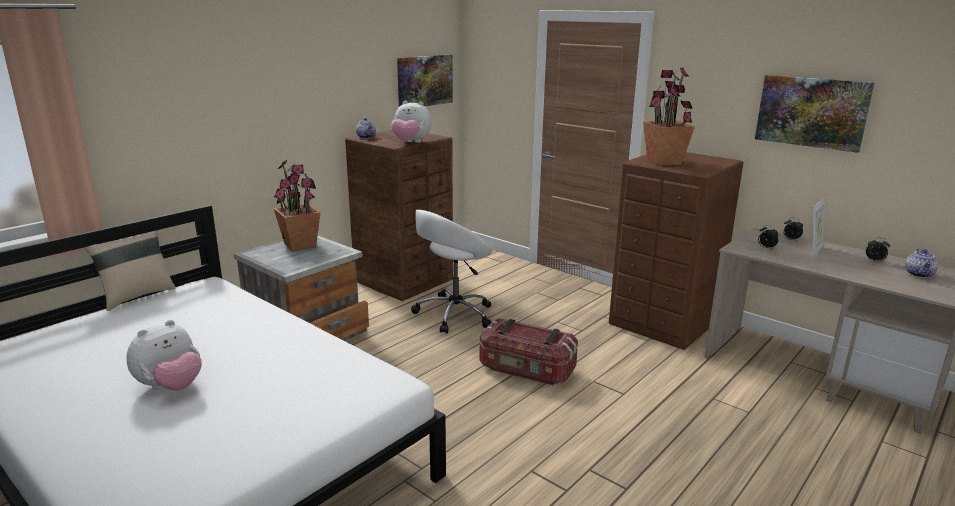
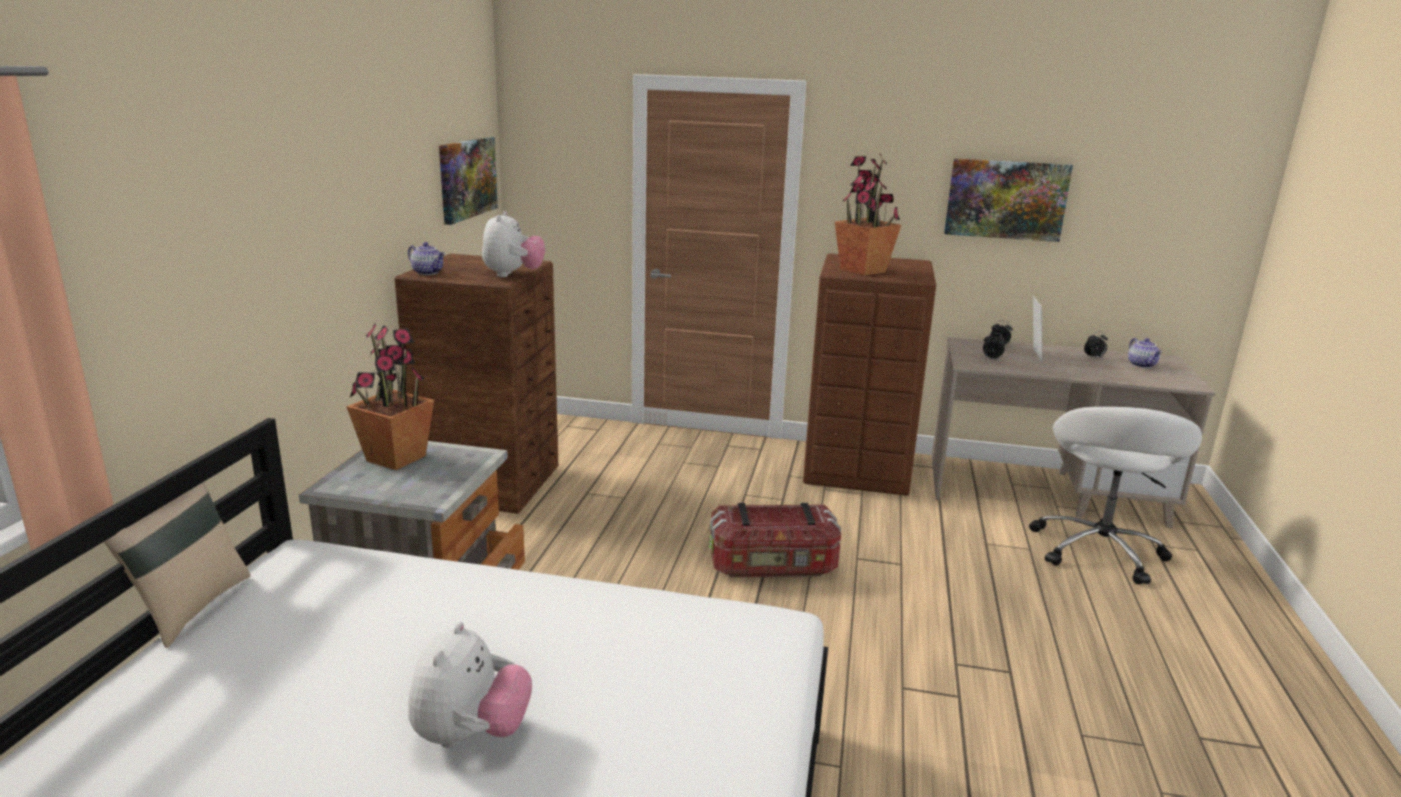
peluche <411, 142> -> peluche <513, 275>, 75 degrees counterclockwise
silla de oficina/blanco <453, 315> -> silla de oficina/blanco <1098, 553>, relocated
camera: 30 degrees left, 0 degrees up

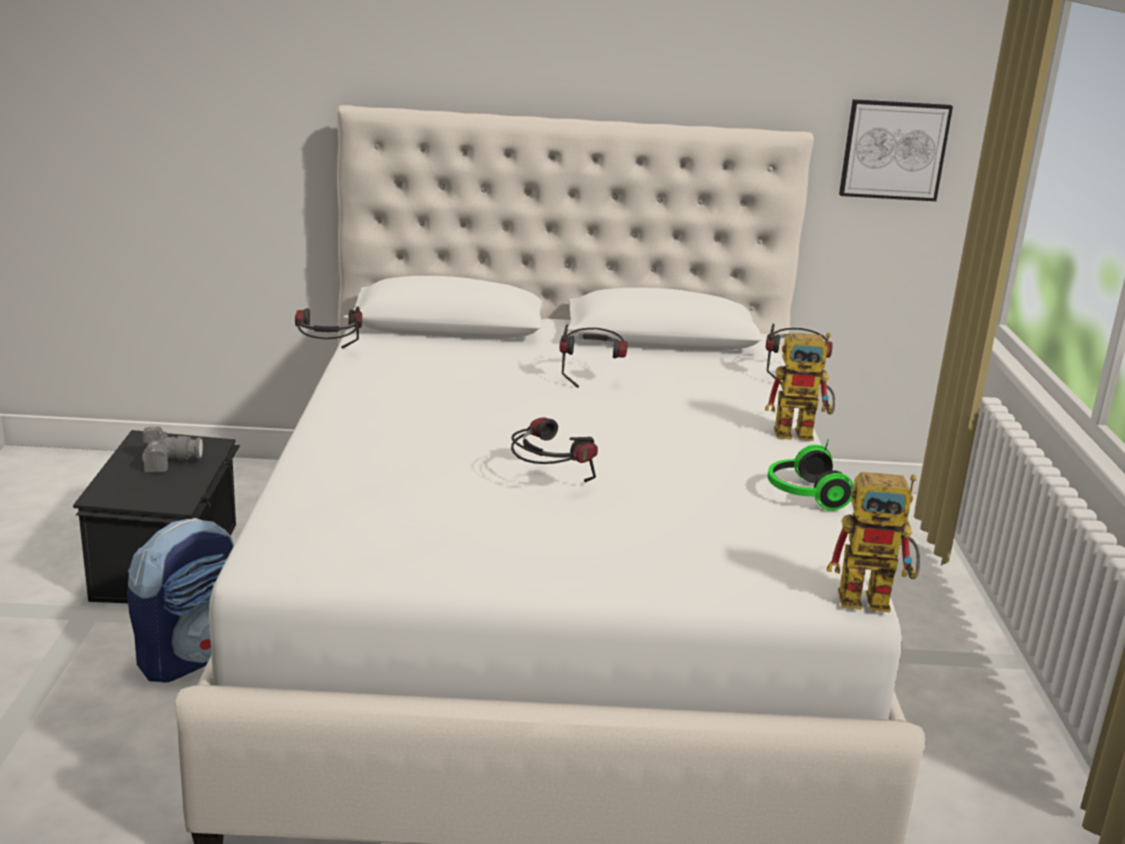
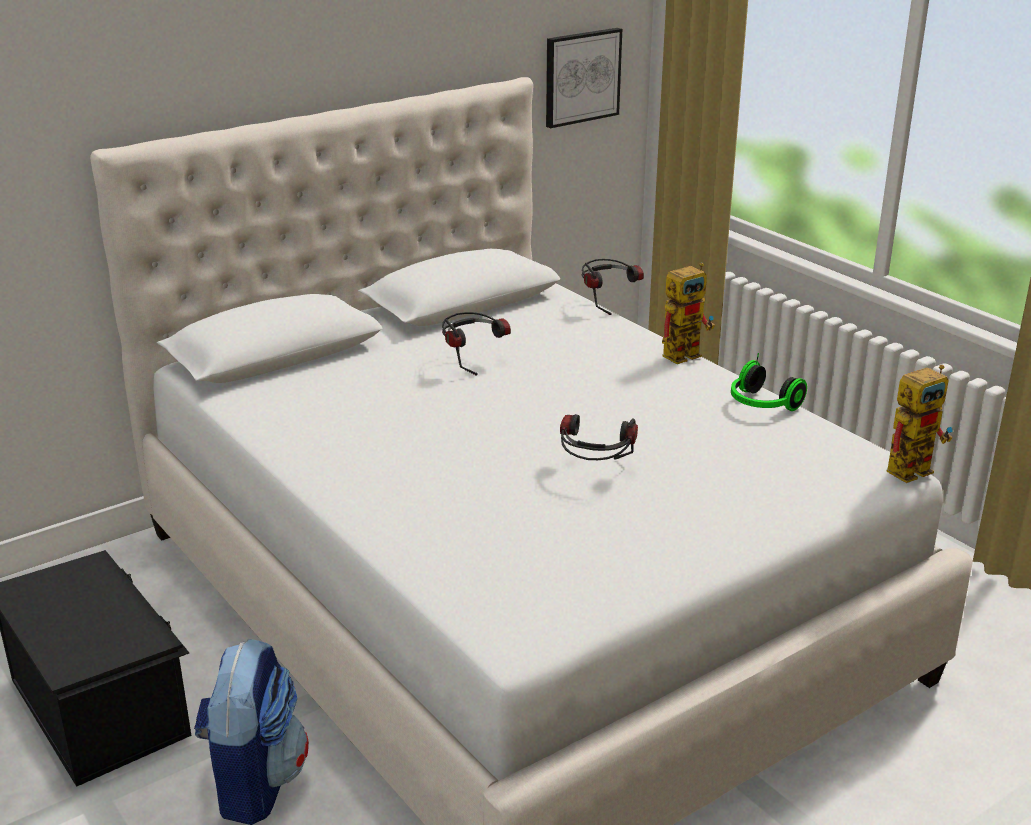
cámara <169, 461> -> none
auriculares <328, 358> -> none
camera: 35 degrees left, 5 degrees up

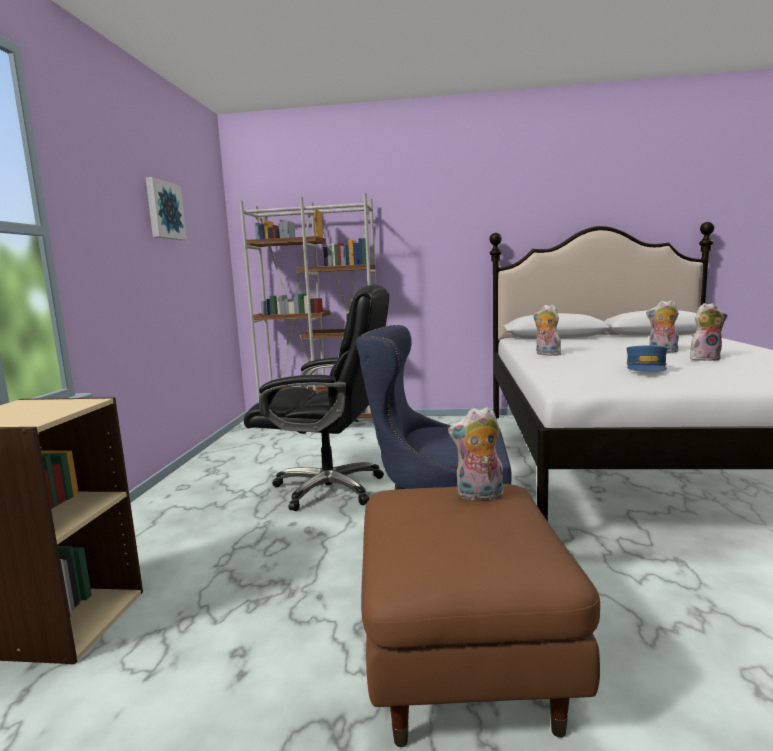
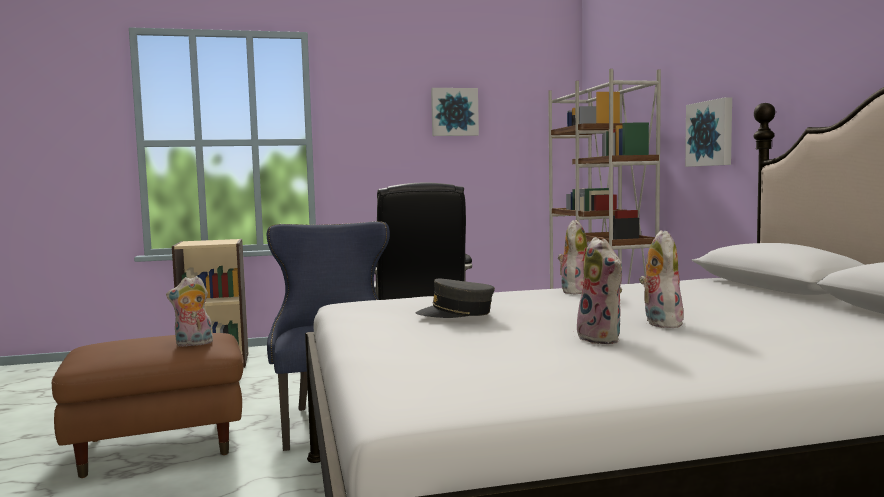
peluche <479, 496> -> peluche <193, 344>, 90 degrees counterclockwise
gorra/azul <646, 368> -> gorra/gris <456, 313>
none -> cuadro <711, 133>
camera: 70 degrees right, 5 degrees down

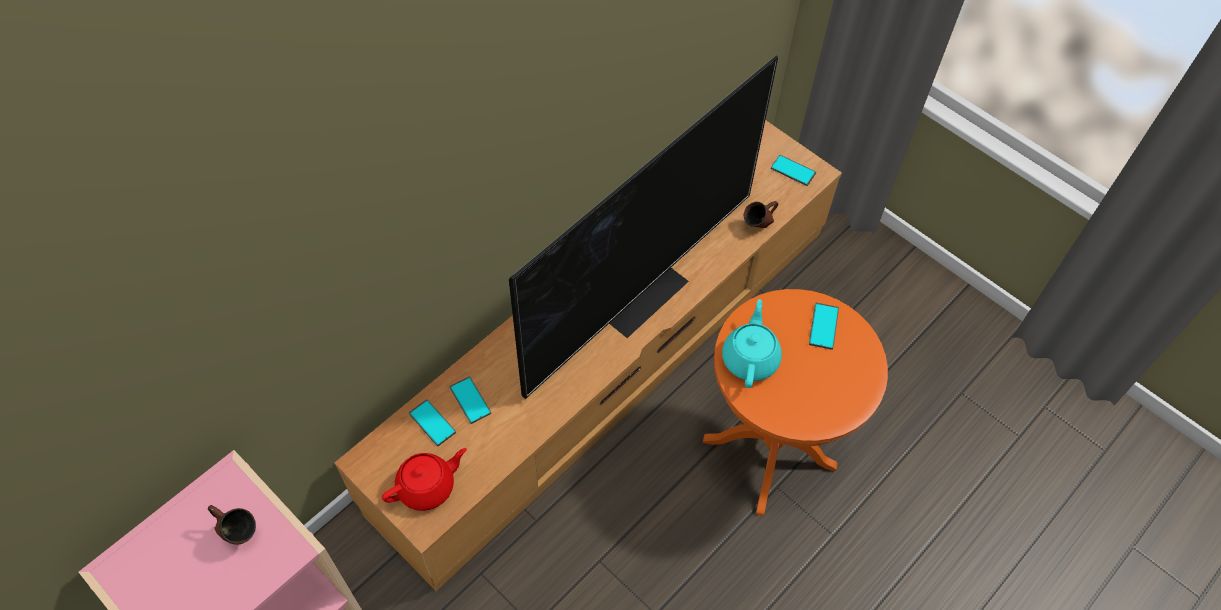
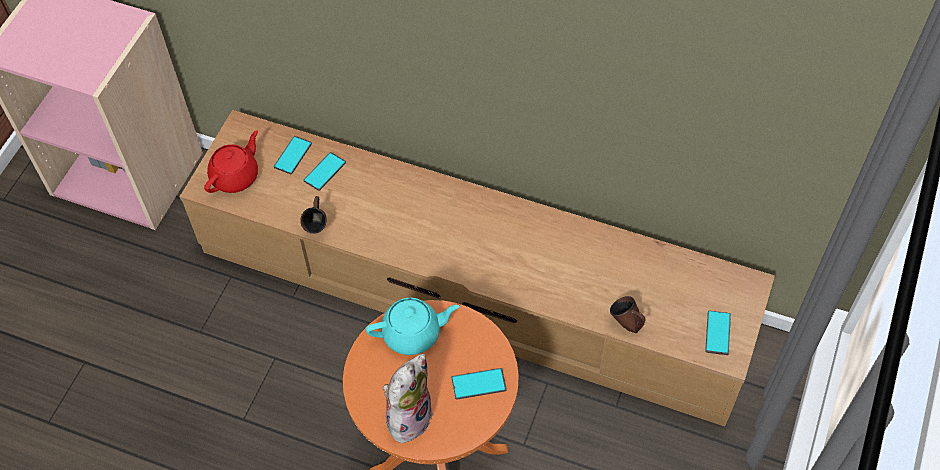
taza grande/marrón <239, 534> -> taza grande/marrón <317, 228>, relocated
tetera/rojo <427, 487> -> tetera/rojo <236, 176>, 90 degrees counterclockwise
televisor <640, 292> -> none
none -> peluche <408, 416>
camera: 70 degrees right, 0 degrees up

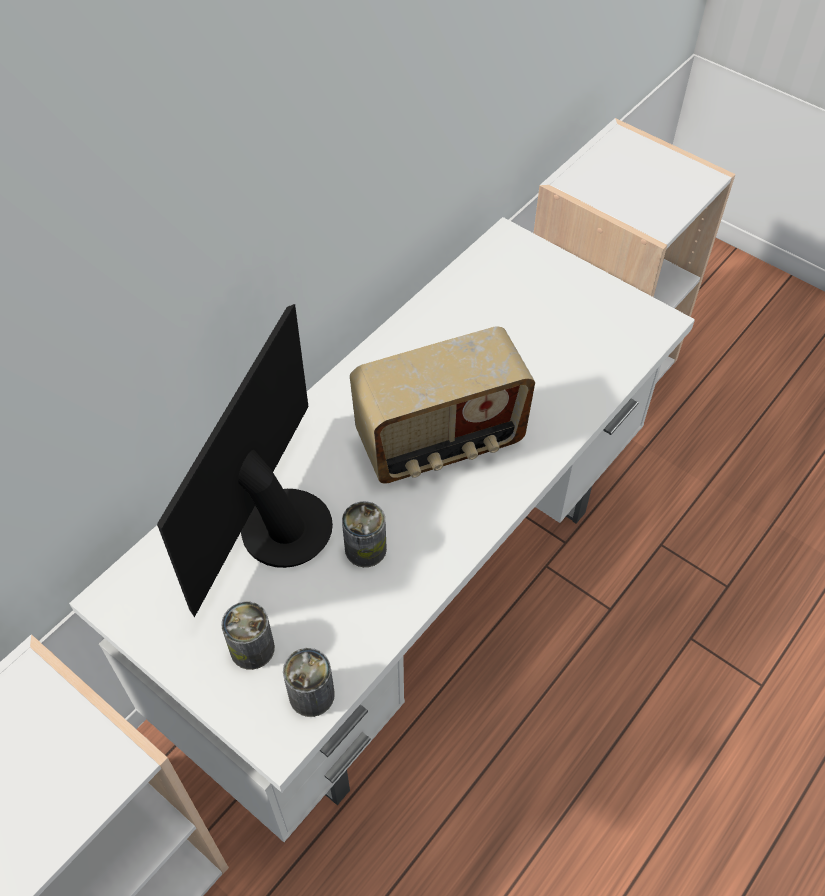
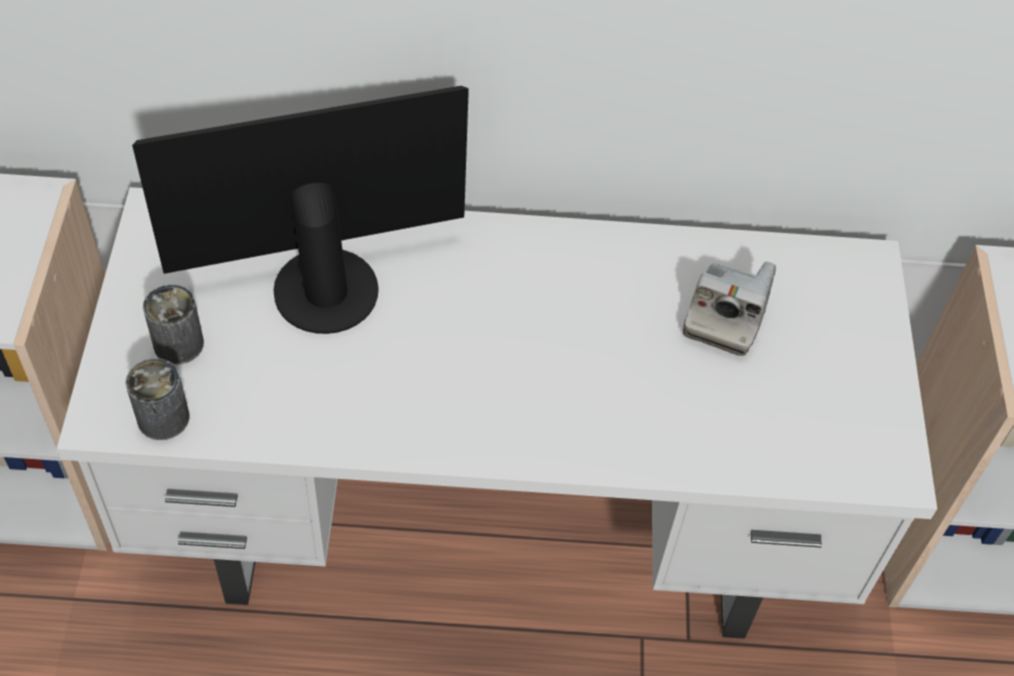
lata <365, 549> -> none
radio <440, 443> -> none
none -> cámara <726, 314>
camera: 50 degrees right, 0 degrees up

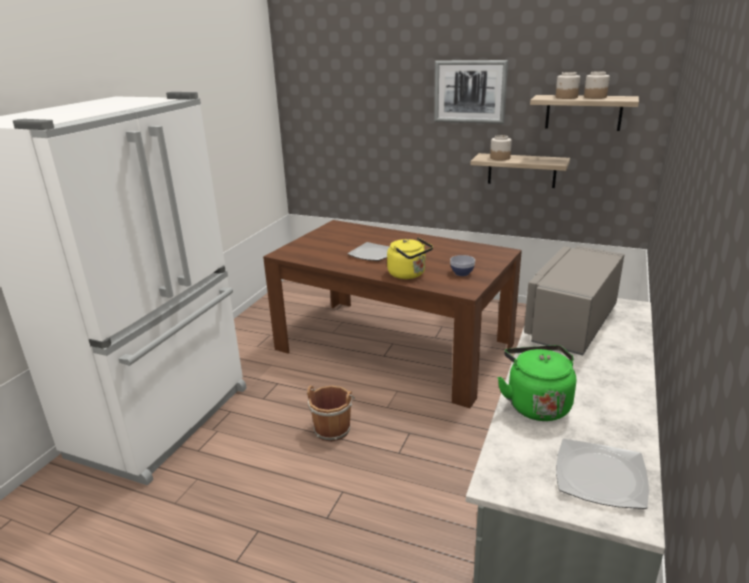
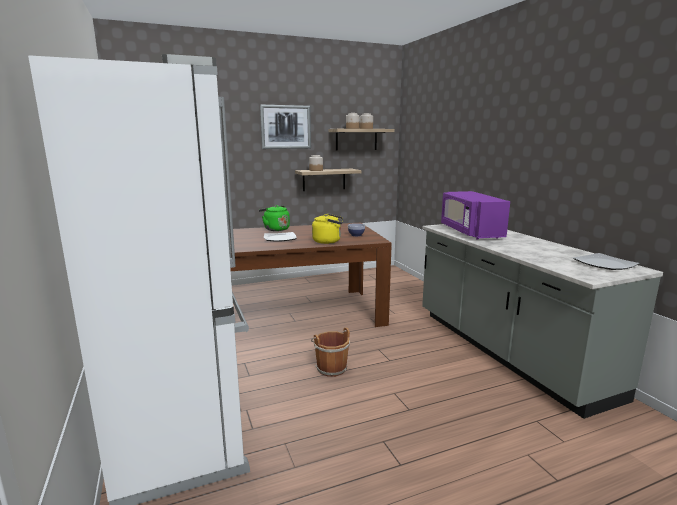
hervidor/verde <536, 404> -> hervidor/verde <275, 229>, relocated
microondas/gris <570, 324> -> microondas/morado <470, 232>
camera: 45 degrees left, 10 degrees down

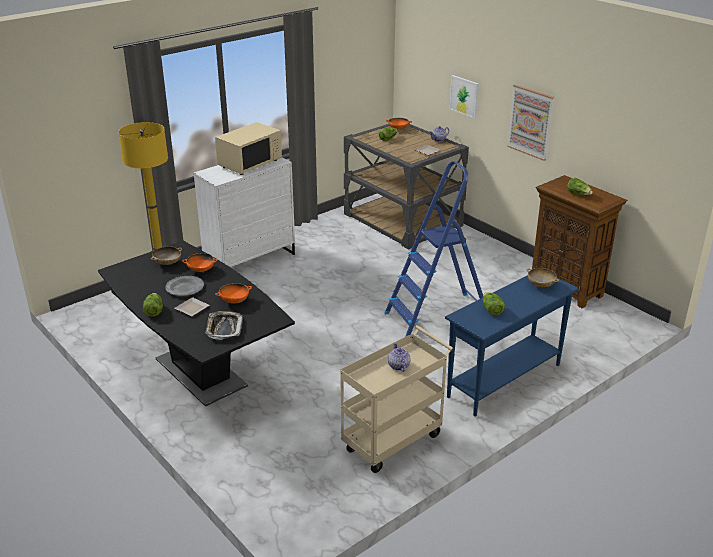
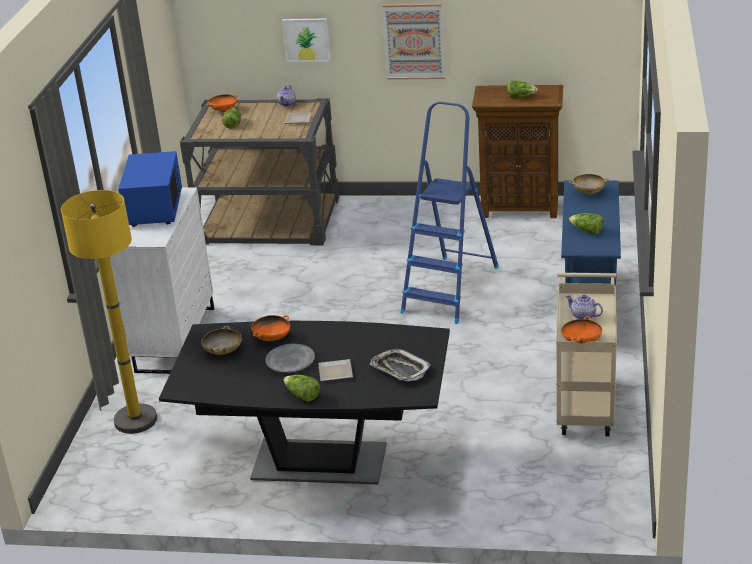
microondas/beis <250, 163> -> microondas/azul <154, 209>
cuenco/naranja <234, 301> -> cuenco/naranja <581, 342>, relocated
camera: 40 degrees left, 0 degrees up

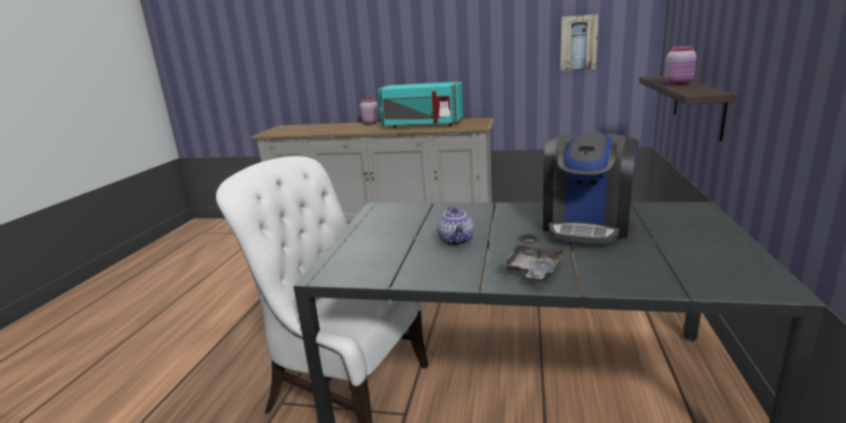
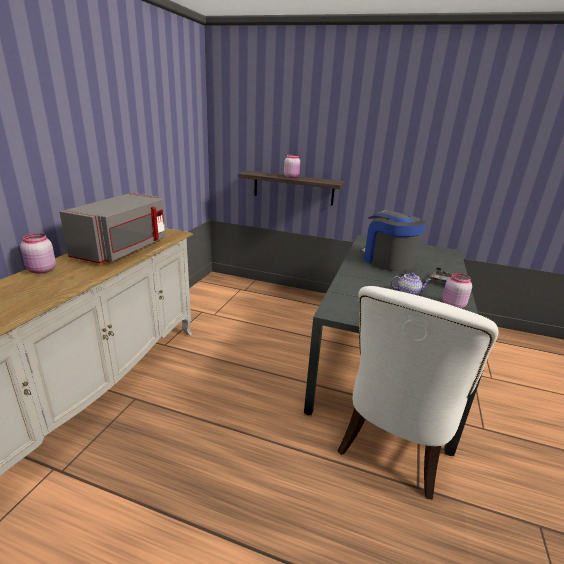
microondas/turquesa <422, 125> -> microondas/gris <124, 249>
cafetera <586, 225> -> cafetera <387, 261>, 150 degrees counterclockwise
cuadro <578, 43> -> none
none -> tarro/rosa <452, 305>
camera: 85 degrees left, 5 degrees up

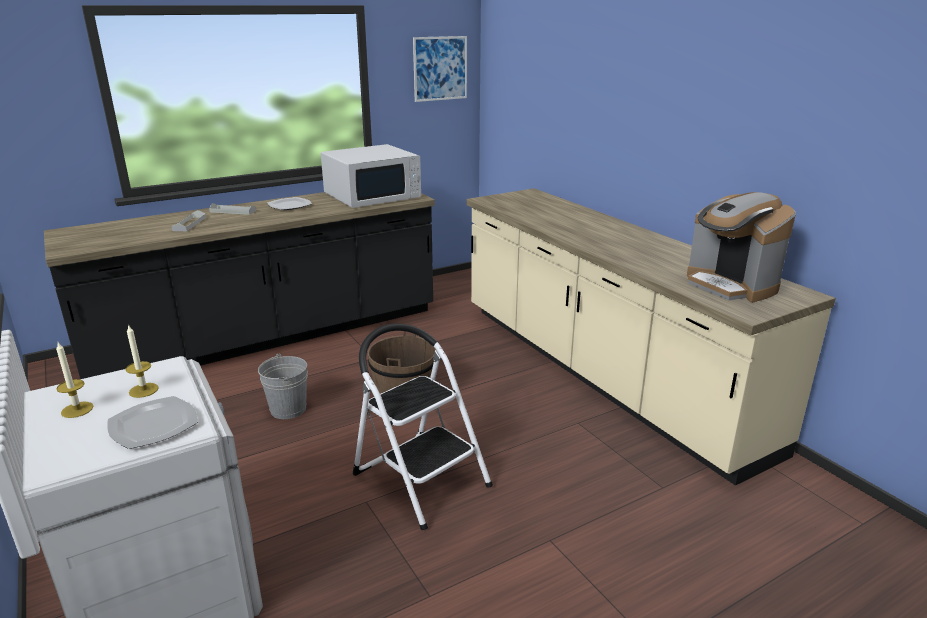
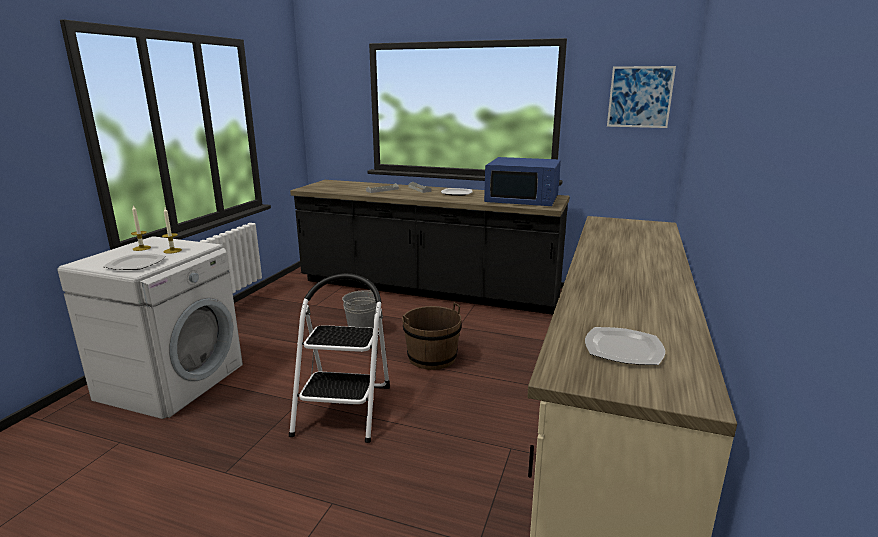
microondas/blanco <373, 196> -> microondas/azul <523, 199>
cafetera <730, 285> -> plato <624, 349>
camera: 50 degrees right, 5 degrees down

